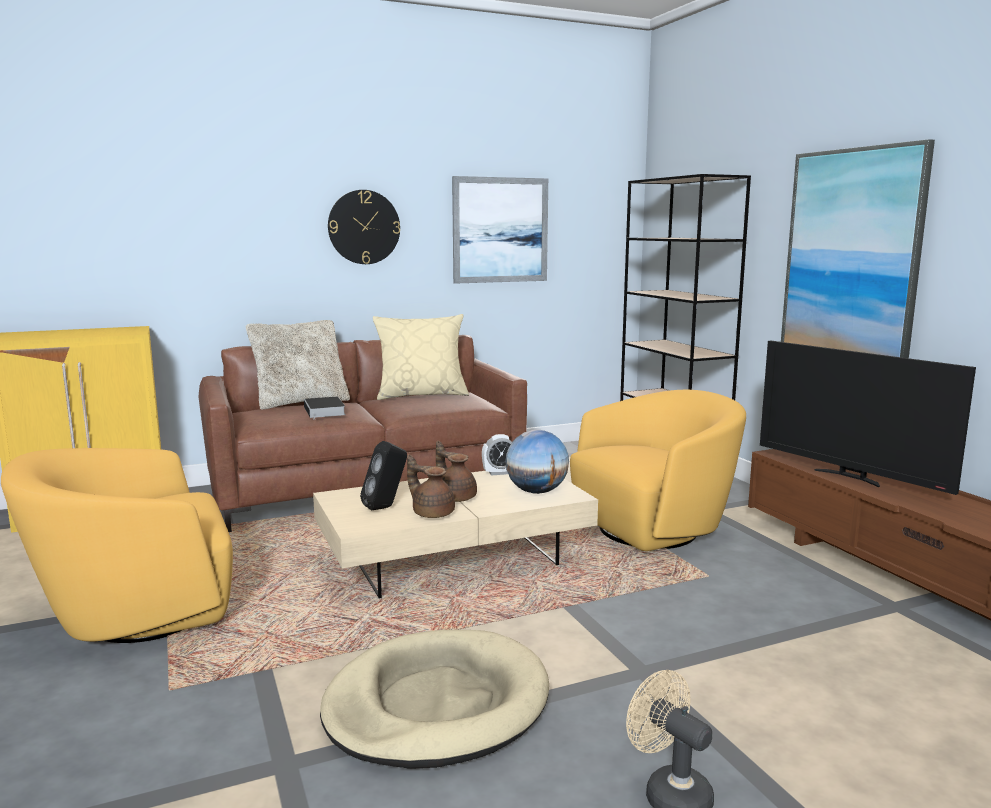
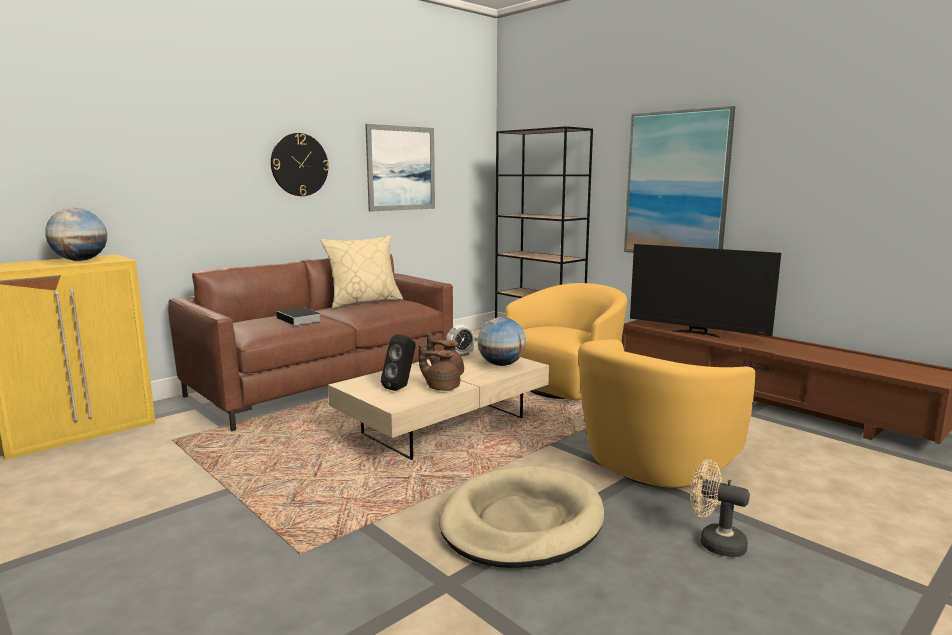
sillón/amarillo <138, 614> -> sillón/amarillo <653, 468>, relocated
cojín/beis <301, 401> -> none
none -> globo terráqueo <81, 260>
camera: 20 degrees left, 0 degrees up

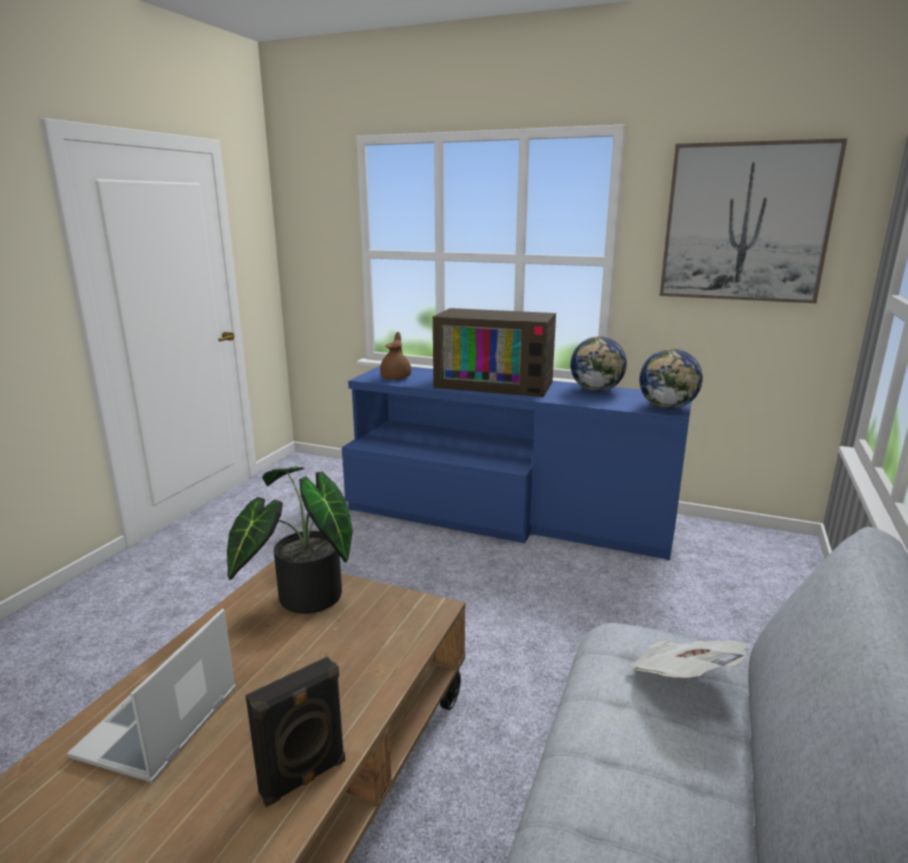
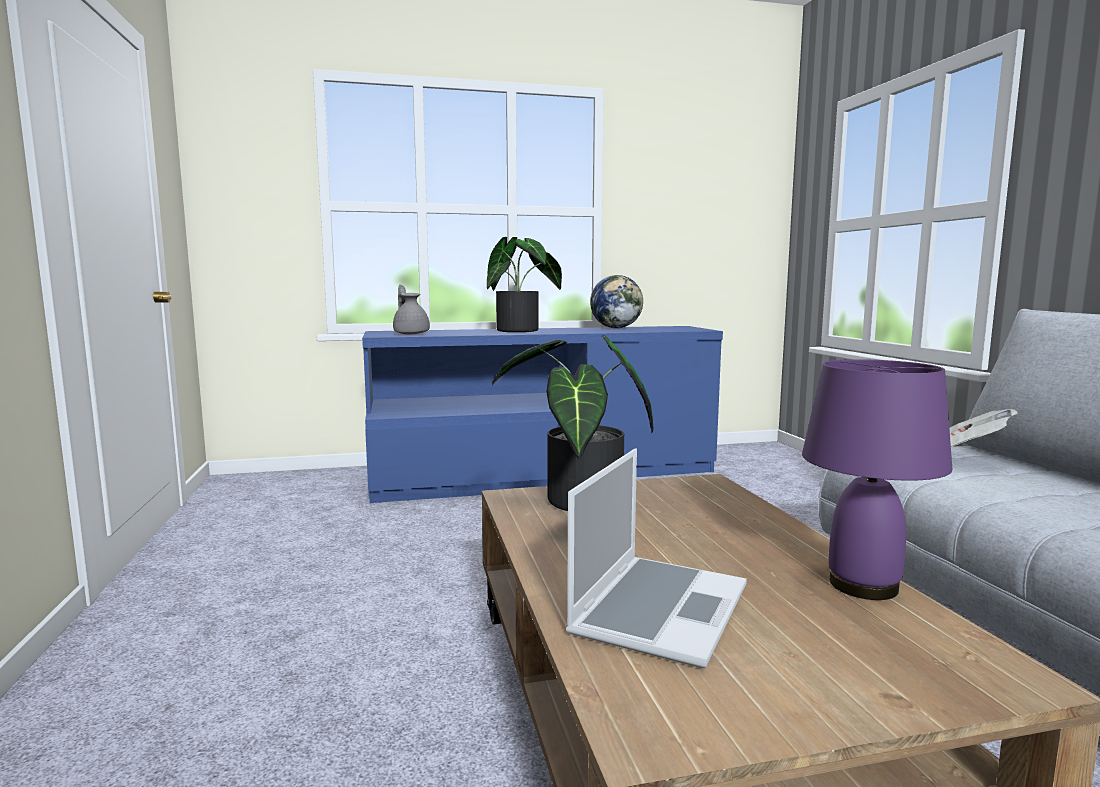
portátil <159, 725> -> portátil <659, 609>, 135 degrees counterclockwise
altavoz/negro <304, 778> -> lámpara de mesa/morado <861, 585>
tetera/marrón <396, 377> -> tetera/gris <411, 334>
televisor <496, 384> -> planta en maceta <523, 330>
globo terráqueo <667, 407> -> none
cuadro <745, 223> -> none
camera: 35 degrees left, 10 degrees down

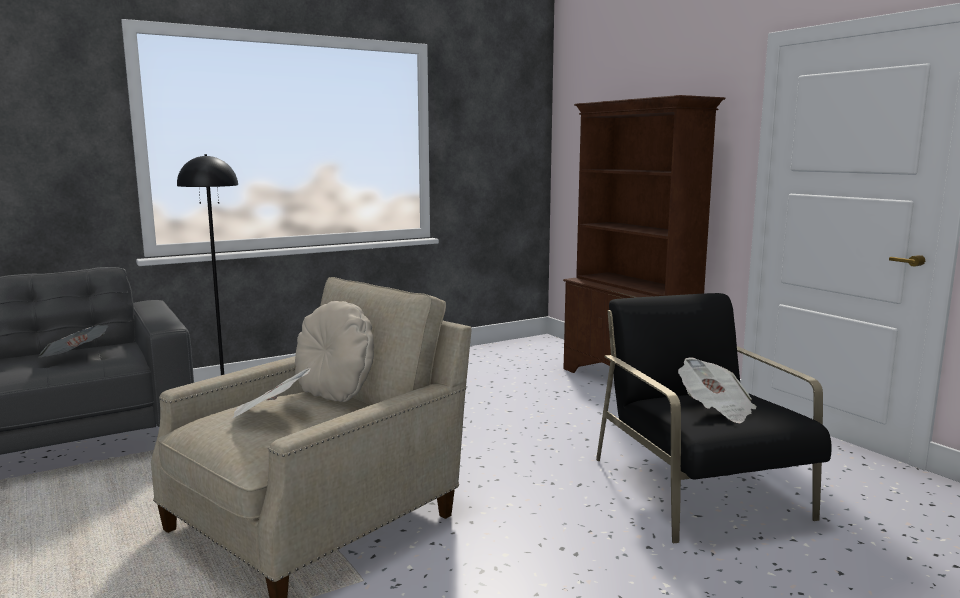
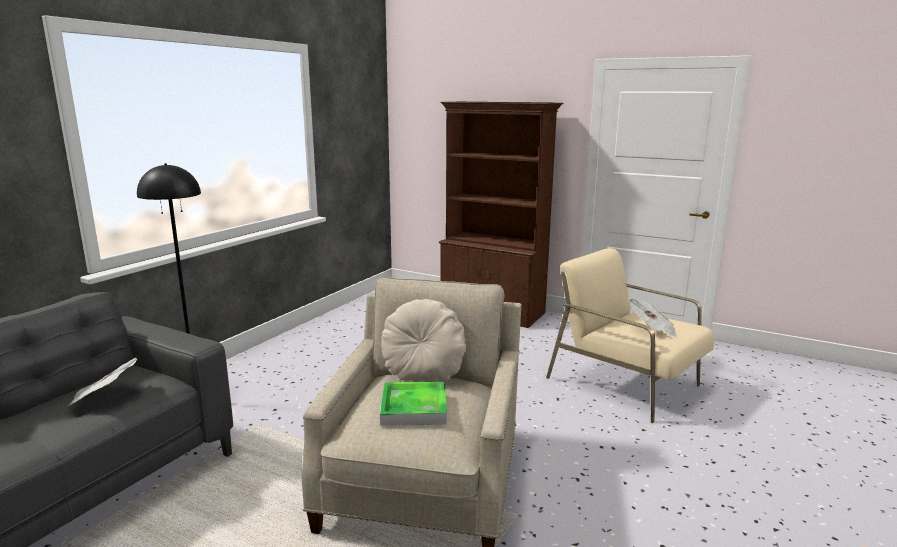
periódico <270, 415> -> bandeja <414, 408>
sillón/negro <702, 493> -> sillón/beis <628, 384>
camera: 30 degrees left, 5 degrees up

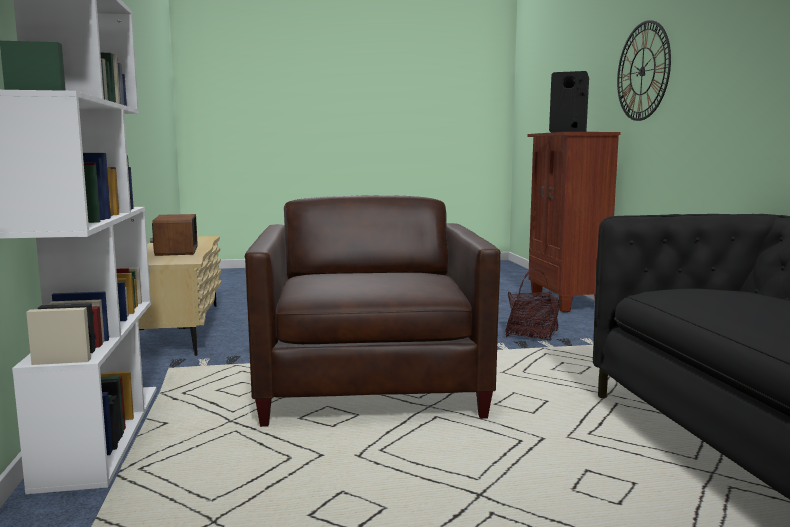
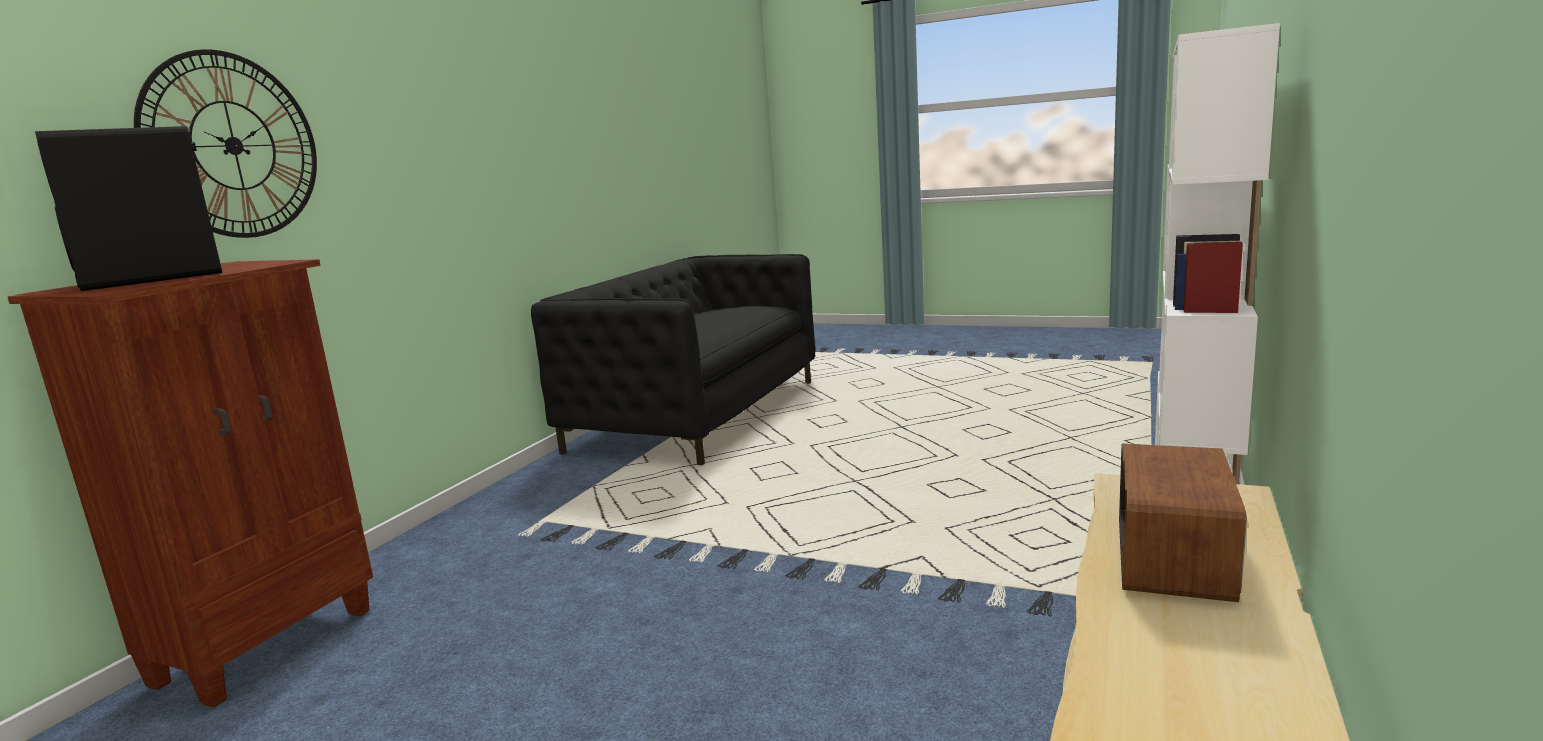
sillón/marrón <371, 384> -> none
cesta <532, 334> -> none
camera: 145 degrees left, 5 degrees up

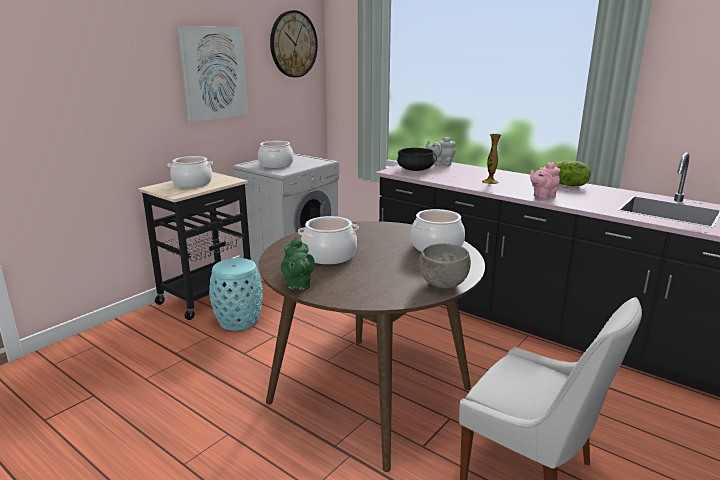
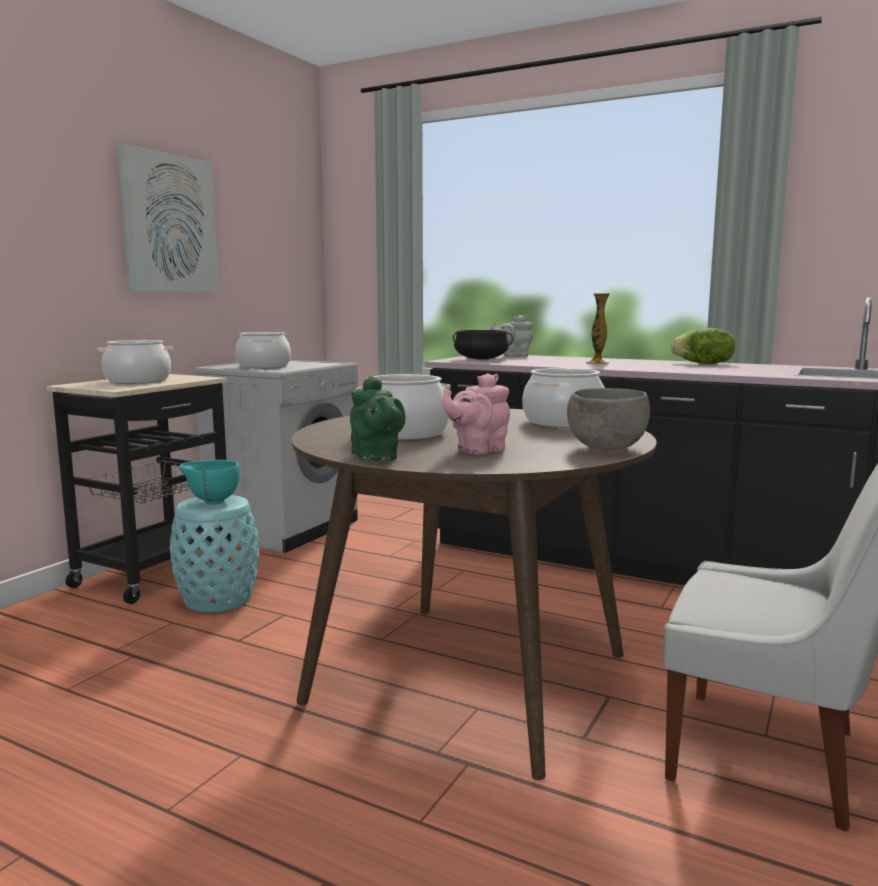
reloj de pared <293, 44> -> none
tetera/rosa <542, 196> -> tetera/rosa <477, 450>, relocated
none -> cuenco/turquesa <211, 502>
camera: 10 degrees left, 10 degrees down

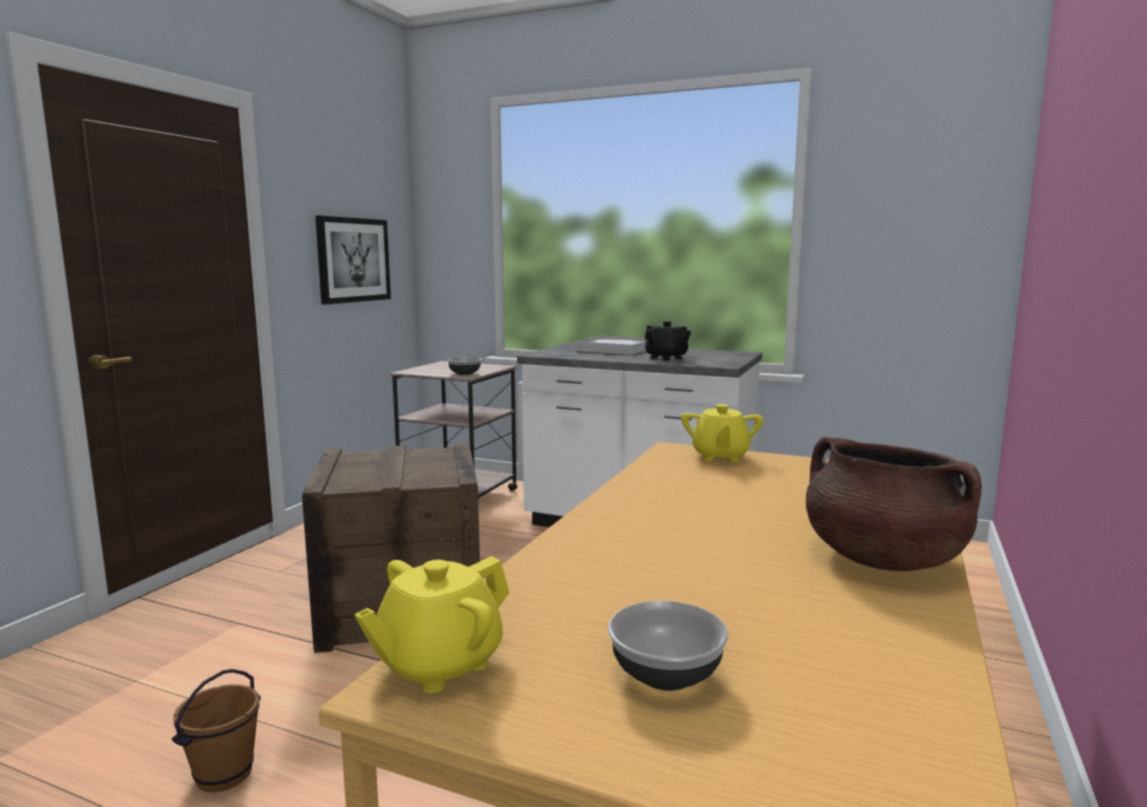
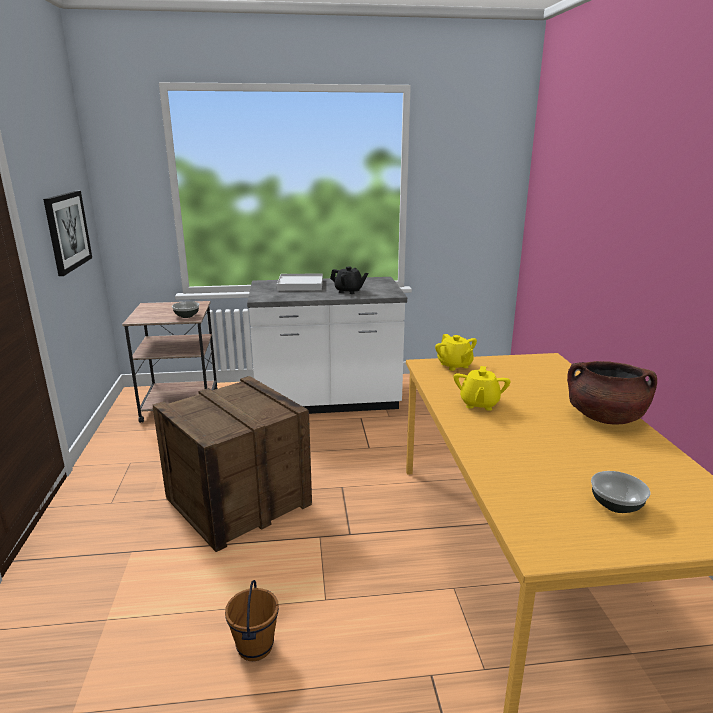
tetera/amarillo <438, 665> -> tetera/amarillo <479, 404>, relocated
camera: 30 degrees left, 10 degrees up

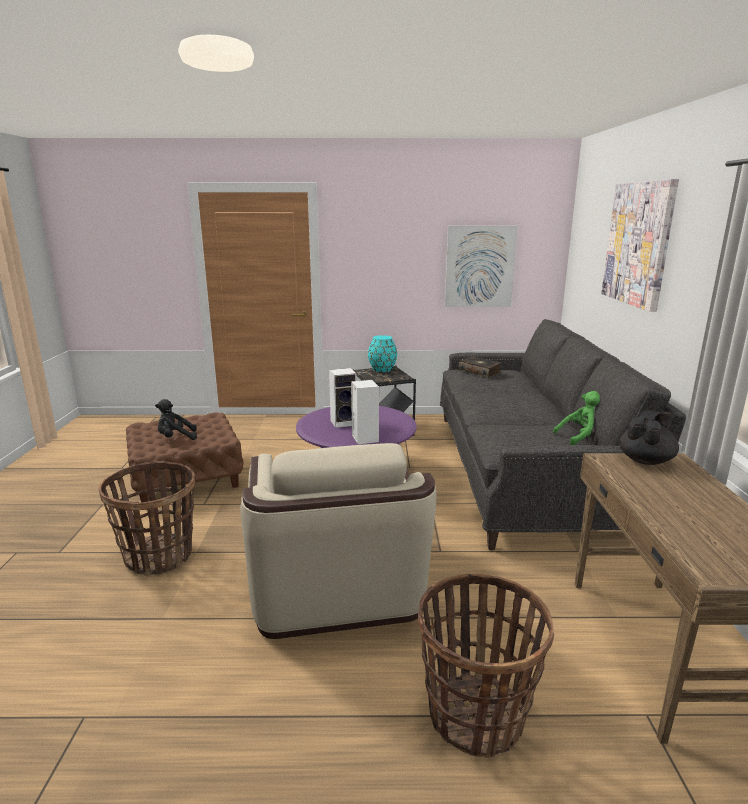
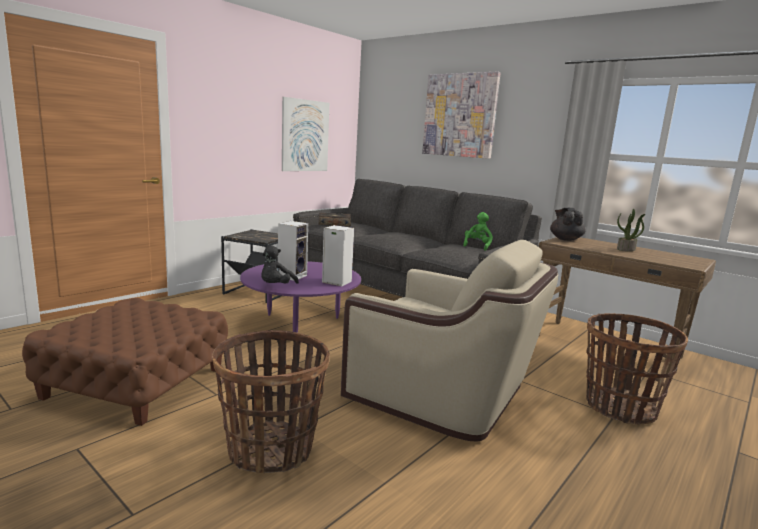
peluche/negro <176, 438> -> peluche/negro <276, 287>, relocated
florero/turquesa <382, 370> -> none
none -> planta en maceta <626, 249>
camera: 50 degrees left, 5 degrees down

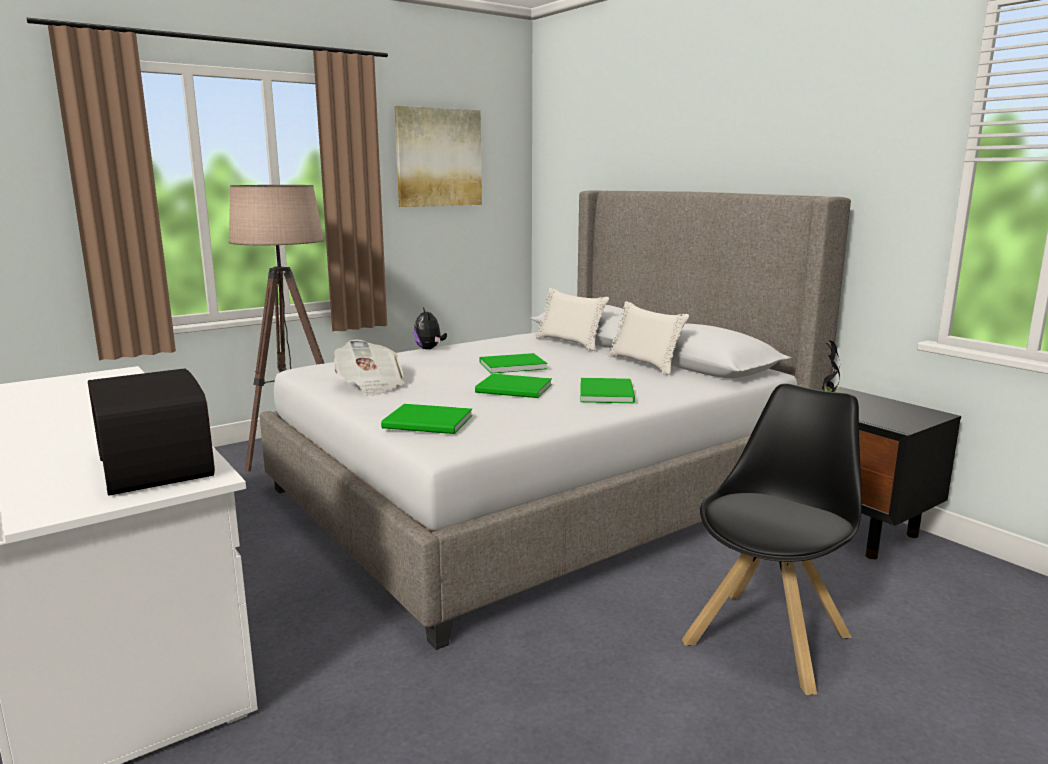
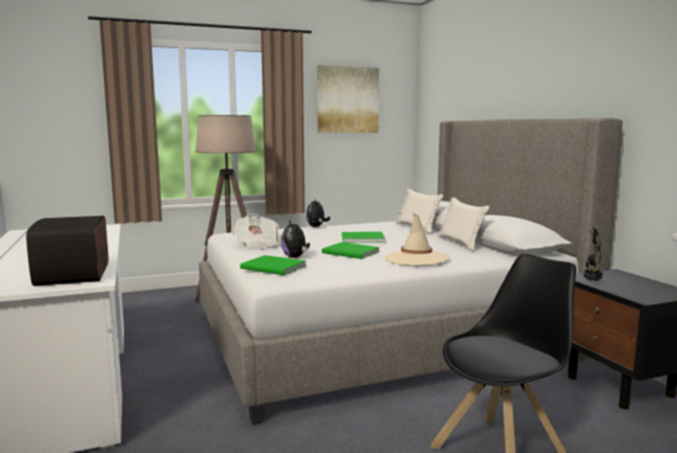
libro/verde <608, 392> -> sombrero/beis <416, 259>
none -> peluche <295, 257>
camera: 15 degrees right, 5 degrees down

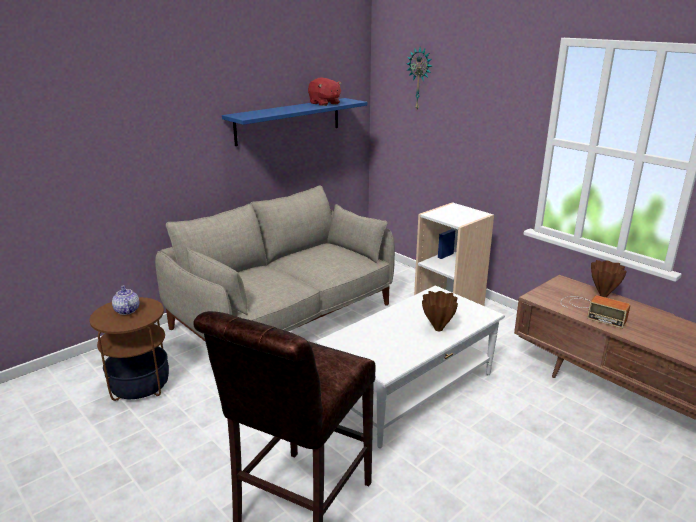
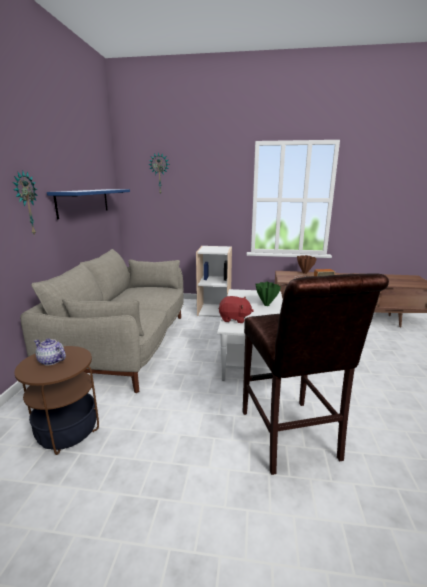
peluche/rojo <324, 104> -> peluche/rojo <234, 319>, relocated
florero/marrón <438, 328> -> florero/verde <266, 305>
none -> reloj de pared <26, 204>
camera: 40 degrees left, 5 degrees down

